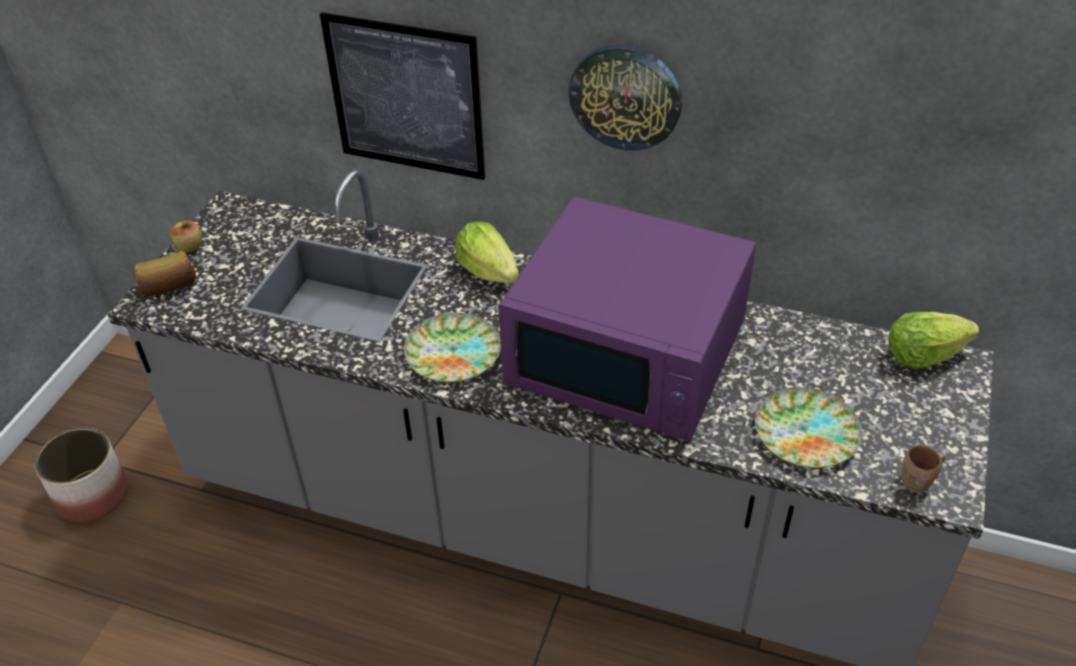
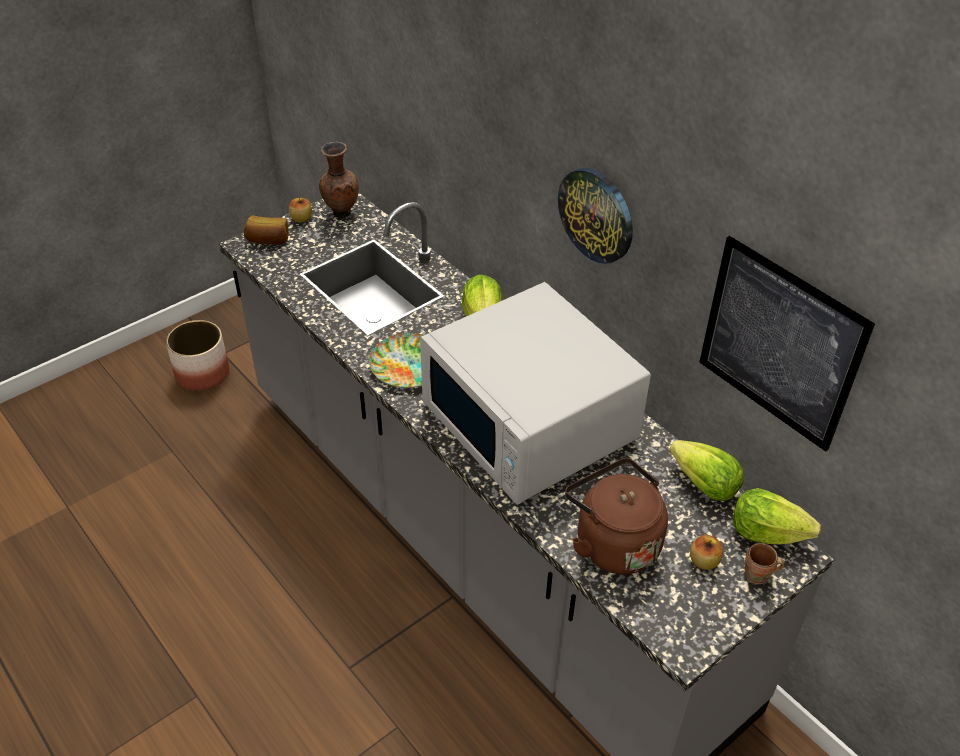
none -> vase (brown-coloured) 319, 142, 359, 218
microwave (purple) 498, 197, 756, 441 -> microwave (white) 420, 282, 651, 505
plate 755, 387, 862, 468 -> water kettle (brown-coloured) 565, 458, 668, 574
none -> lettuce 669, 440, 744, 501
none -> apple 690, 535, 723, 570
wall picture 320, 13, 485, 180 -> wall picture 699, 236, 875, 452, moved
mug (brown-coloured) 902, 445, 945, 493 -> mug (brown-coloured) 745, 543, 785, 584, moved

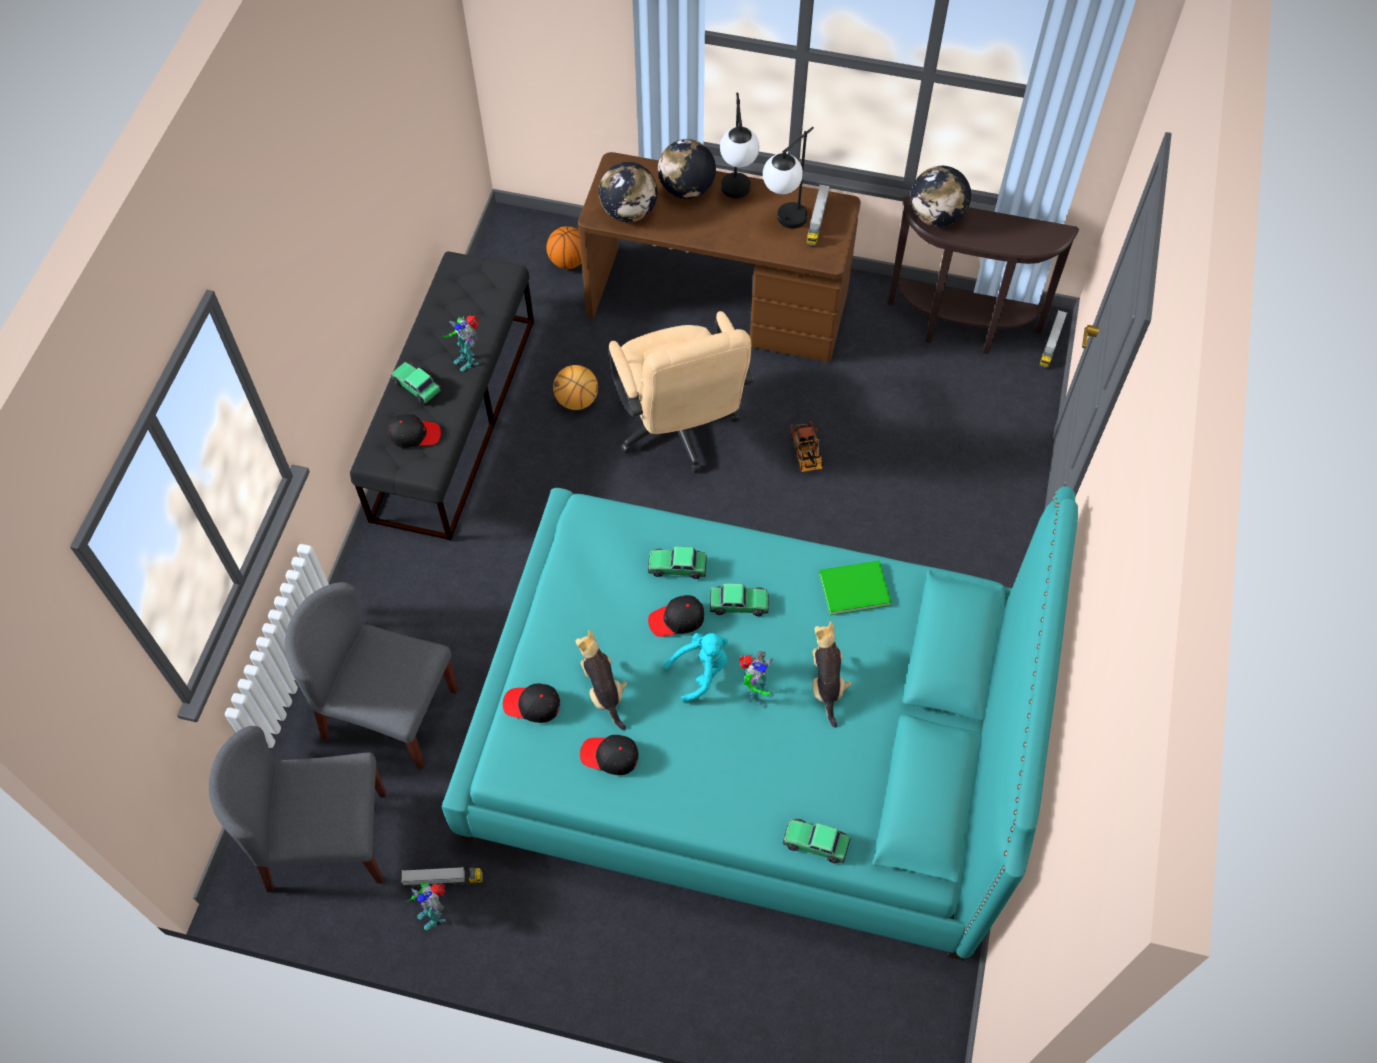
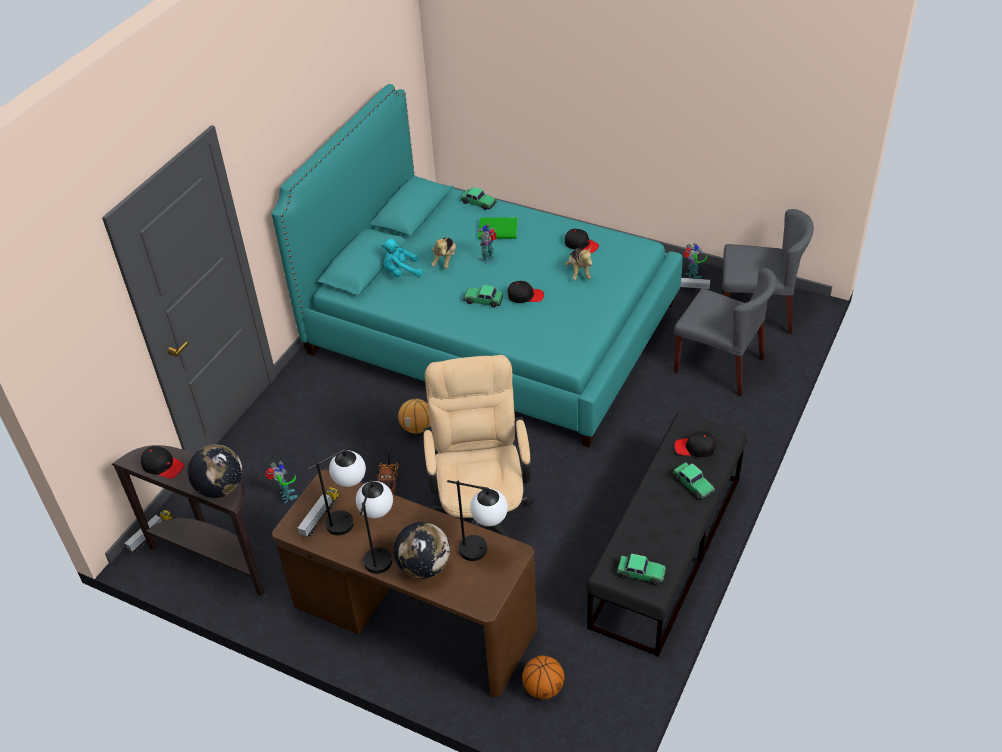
baseball cap (black-coloured) 503, 683, 560, 723 -> baseball cap (black-coloured) 141, 446, 184, 478, moved
model robot 443, 315, 479, 371 -> model robot 265, 460, 298, 503, moved
soft toy (turquoise) 663, 633, 728, 703 -> soft toy (turquoise) 381, 239, 423, 277, moved
ball for basketball 553, 365, 598, 410 -> ball for basketball 398, 399, 431, 433, moved
desk globe 599, 162, 657, 222 -> lamp for a table 447, 480, 508, 561
volume (green) 819, 561, 892, 615 -> volume (green) 478, 217, 518, 239, moved
model car 648, 546, 707, 579 -> model car 616, 554, 666, 585, moved

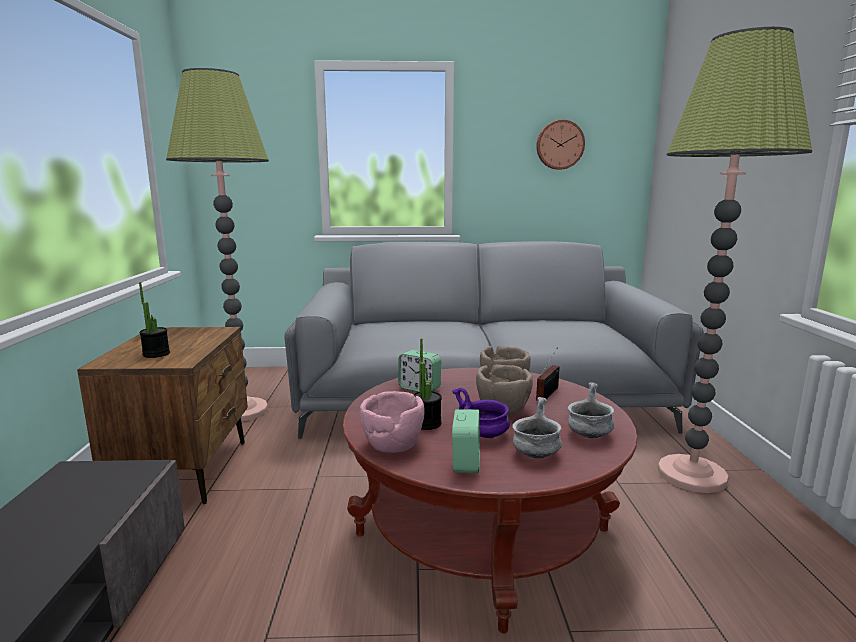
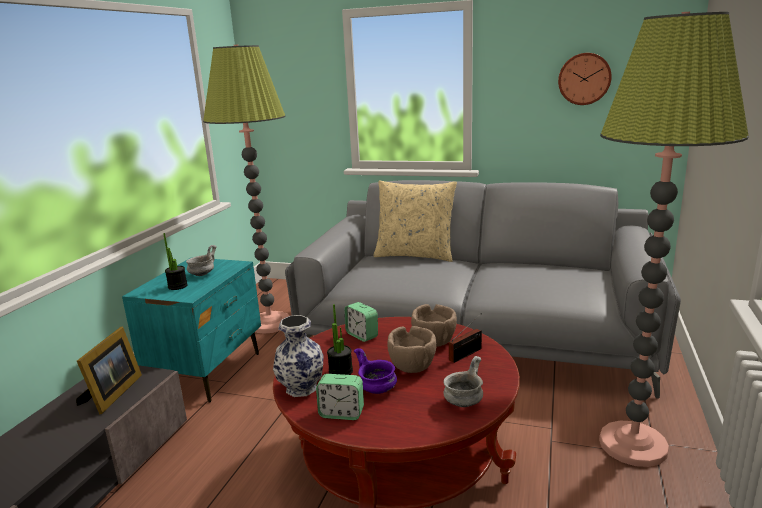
none -> picture frame 76, 327, 142, 414
nightstand (brown-coloured) 77, 327, 248, 504 -> nightstand (turquoise) 122, 257, 261, 403
serving bowl (greyish) 512, 397, 562, 459 -> serving bowl (greyish) 186, 245, 217, 276, moved
serving bowl (pink-coloured) 359, 391, 425, 453 -> vase 273, 315, 324, 397
alarm clock 452, 409, 480, 473 -> alarm clock 316, 374, 364, 420, 75 degrees clockwise
none -> throw pillow (beige-coloured) 373, 181, 457, 262

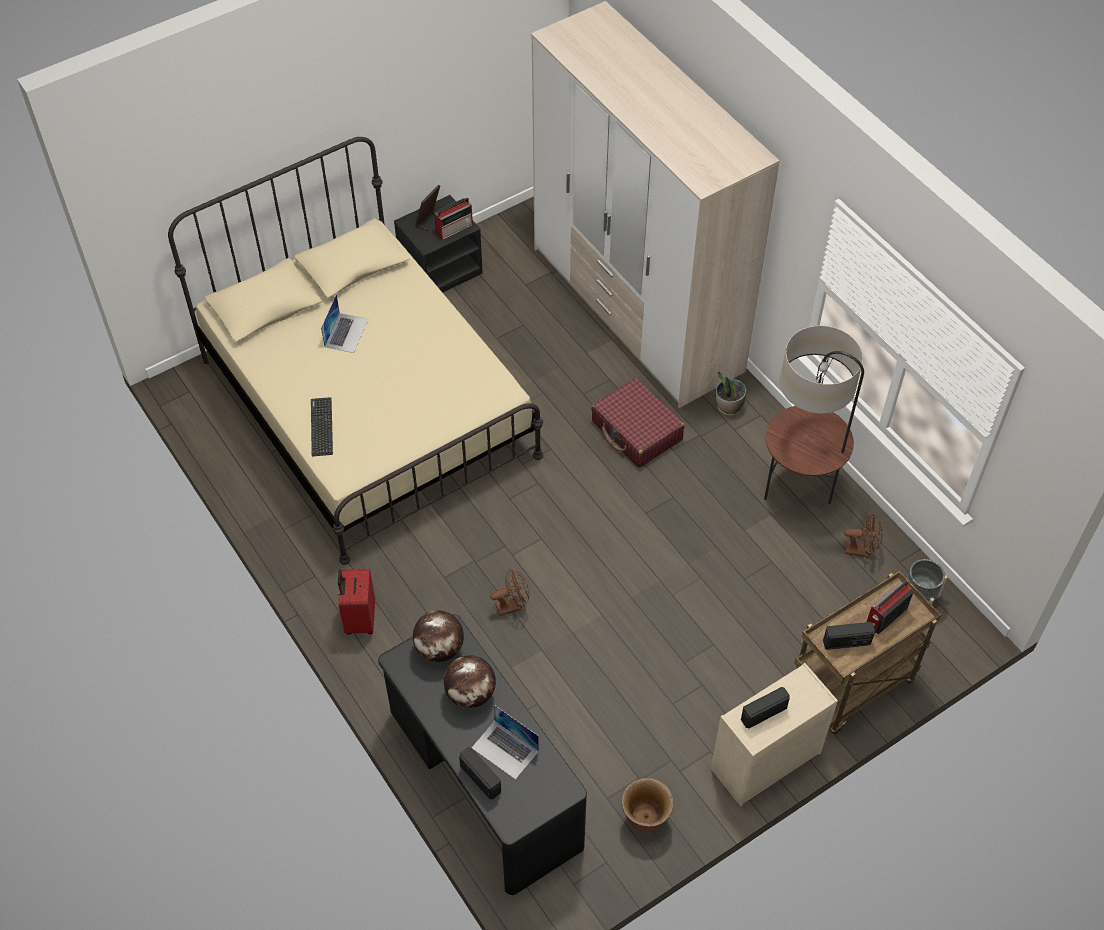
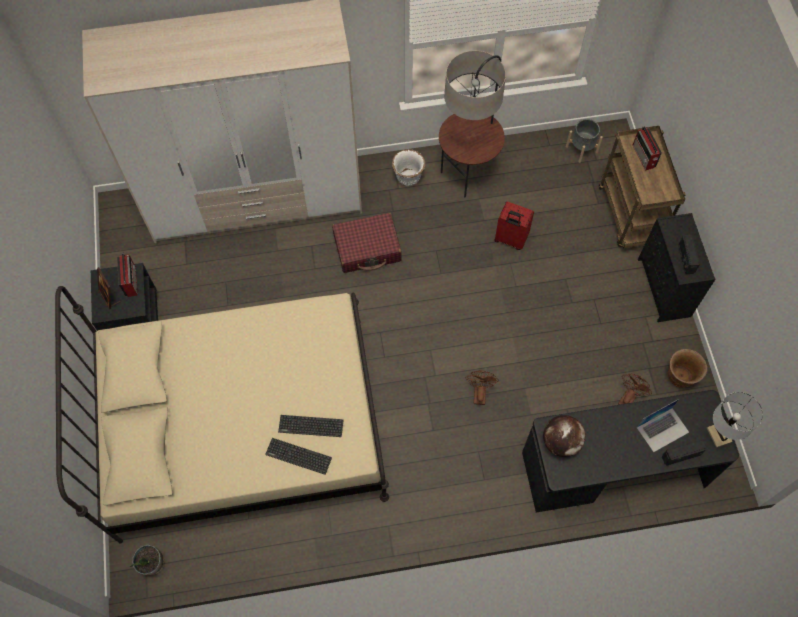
plant in a pot 716, 371, 746, 416 -> plant in a pot 130, 545, 164, 575, moved
none -> computer keyboard 278, 415, 344, 437
none -> flower pot (white) 392, 149, 425, 186
piece of luggage (red) 338, 570, 375, 635 -> piece of luggage (red) 495, 202, 534, 250, moved
cooling fan (brown-coloured) 844, 514, 883, 558 -> cooling fan (brown-coloured) 618, 374, 652, 405, moved
drawer chest (beige-coloured) 711, 663, 838, 806 -> drawer chest (black-coloured) 638, 213, 716, 322
none -> lamp for a table (white) 707, 392, 763, 448
notebook computer 321, 294, 369, 353 -> none
desk globe 443, 655, 496, 708 -> none
radio 823, 622, 875, 650 -> none

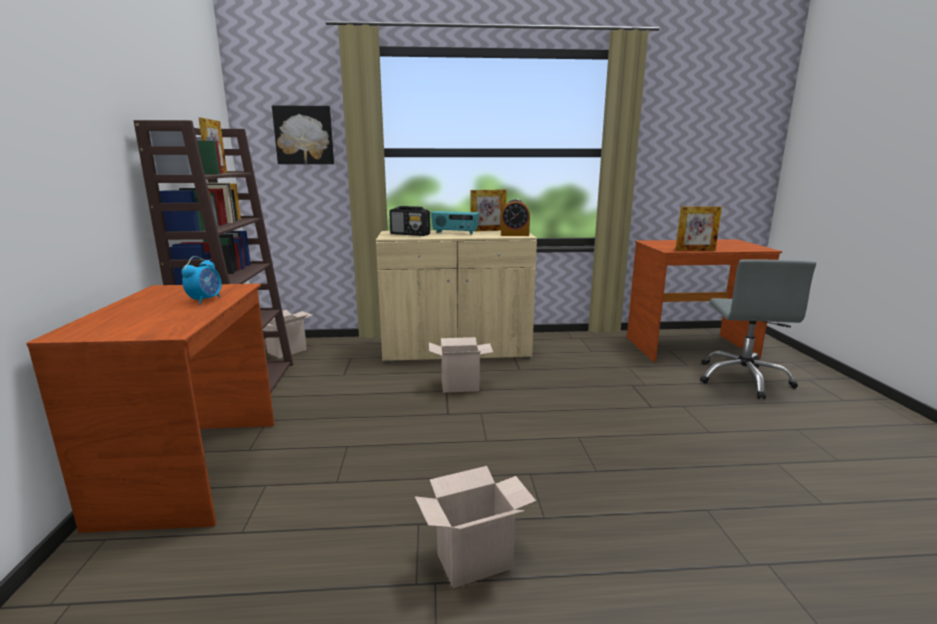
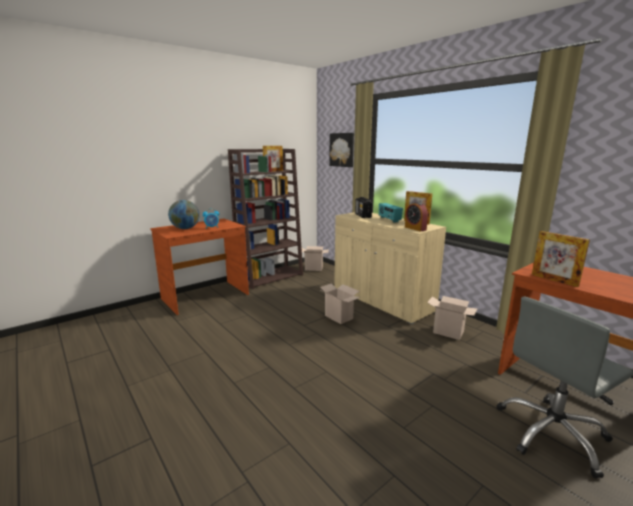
none -> desk globe 168, 200, 199, 229
cardboard box 415, 466, 536, 588 -> cardboard box 427, 296, 477, 340, moved

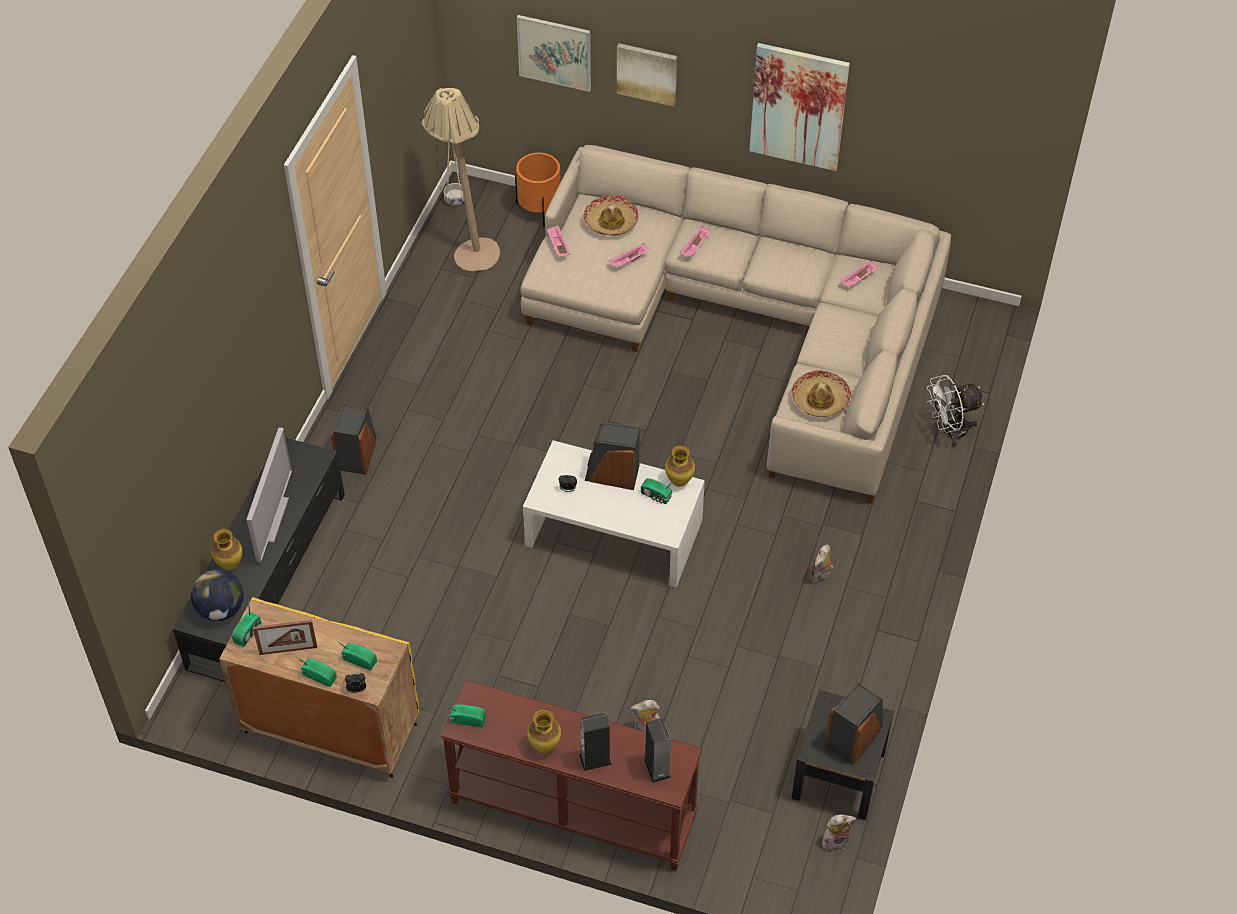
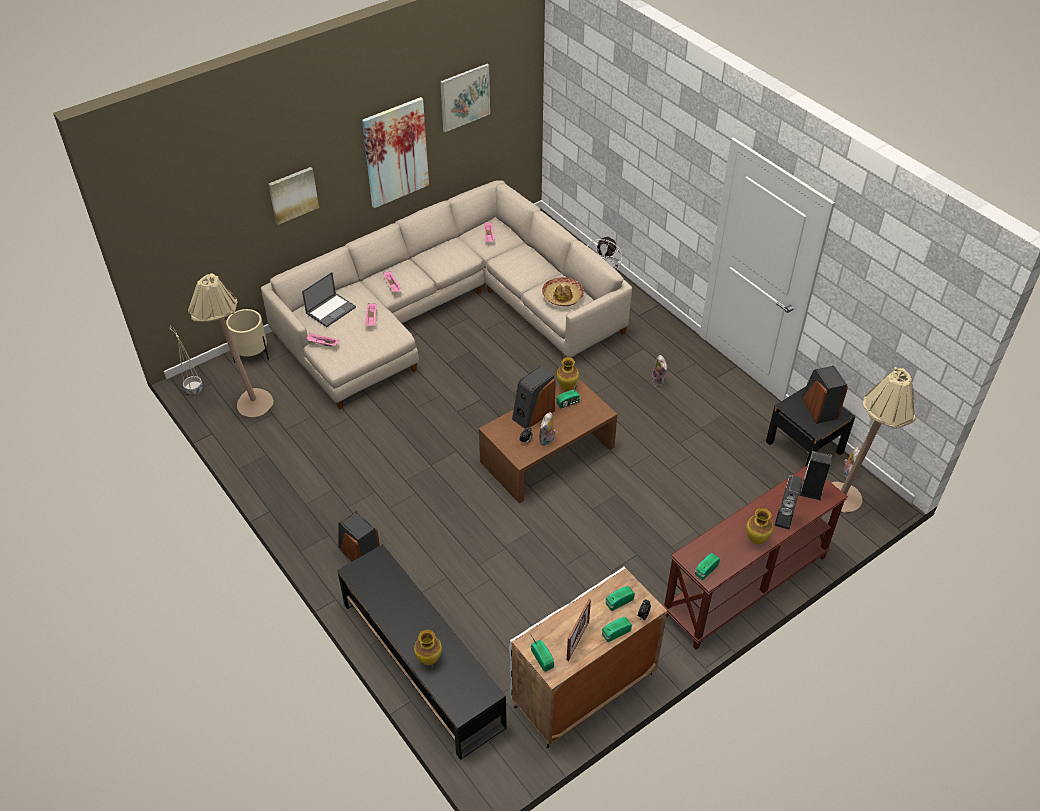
flower pot (orange-coloured) 515, 152, 561, 228 -> flower pot (beige-coloured) 226, 309, 269, 363
clothing hat 583, 195, 639, 236 -> notebook computer 302, 272, 356, 327
wall picture 517, 15, 591, 92 -> wall picture 440, 64, 490, 132, moved
coffee table (white) 523, 440, 705, 588 -> coffee table (brown-coloured) 479, 378, 618, 504
cabinet (yellow-coloured) 219, 597, 419, 778 -> cabinet (white) 509, 567, 667, 748
soft toy 630, 700, 660, 732 -> soft toy 539, 412, 556, 446, moved
none -> standard lamp (beige-coloured) 832, 367, 916, 513
desk globe 191, 569, 244, 621 -> none
TV set 246, 427, 292, 562 -> none

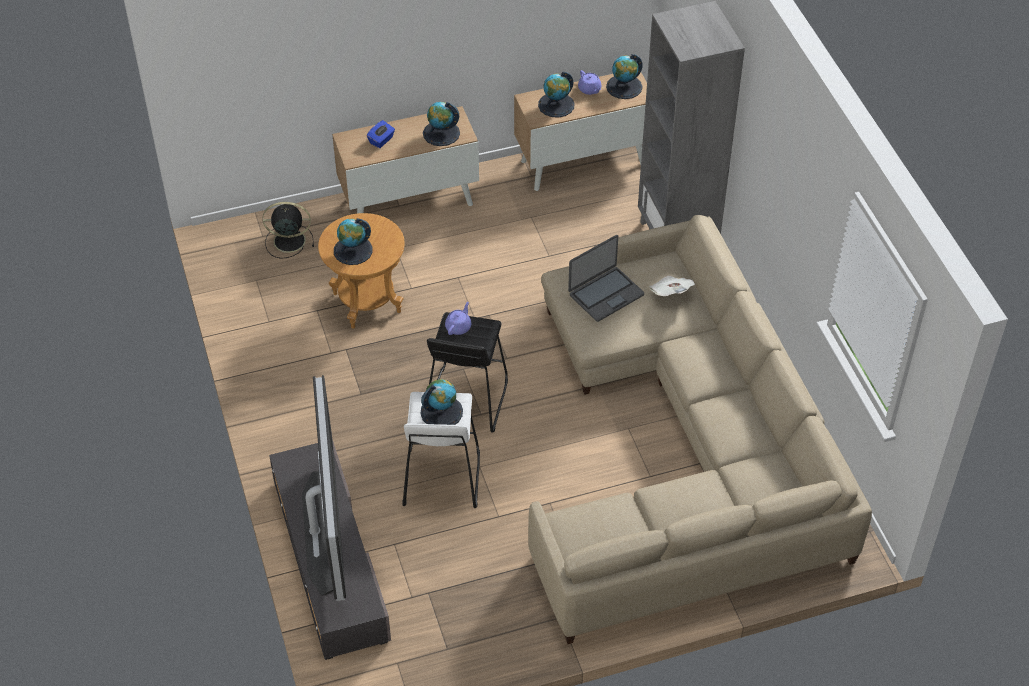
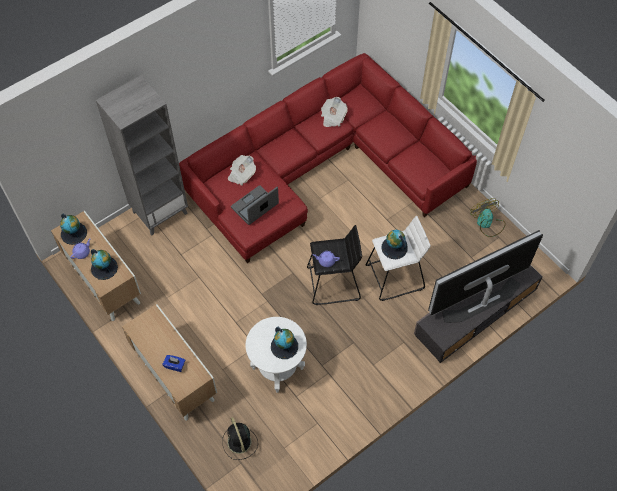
settee (beige-coloured) 528, 215, 872, 644 -> settee (red) 179, 53, 477, 263
notebook computer 568, 235, 644, 322 -> notebook computer 231, 185, 279, 225, 75 degrees counterclockwise
side table (brown-coloured) 318, 213, 405, 329 -> side table (white) 246, 317, 307, 393
none -> daily paper 321, 97, 348, 127
none -> cooling fan 470, 198, 506, 237
desk globe 423, 102, 460, 146 -> none

